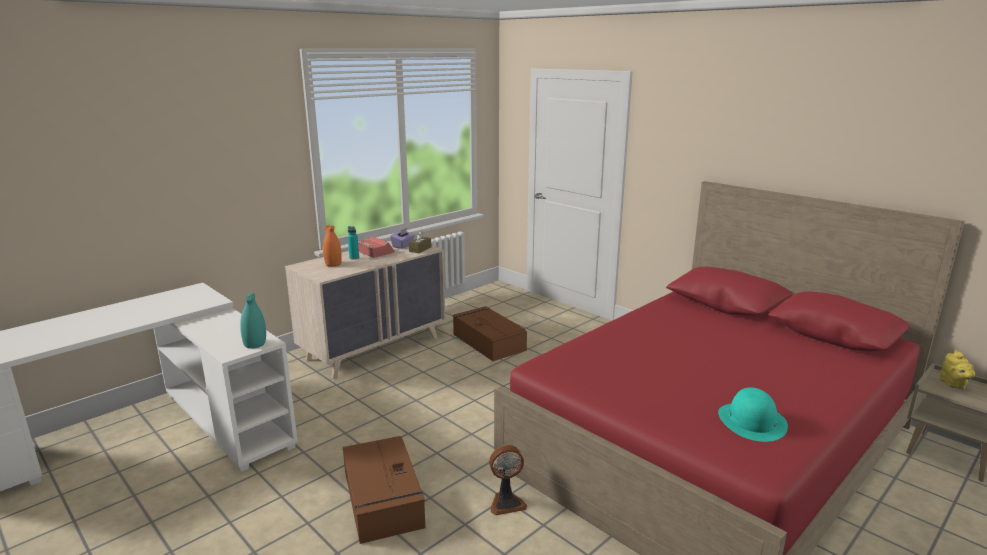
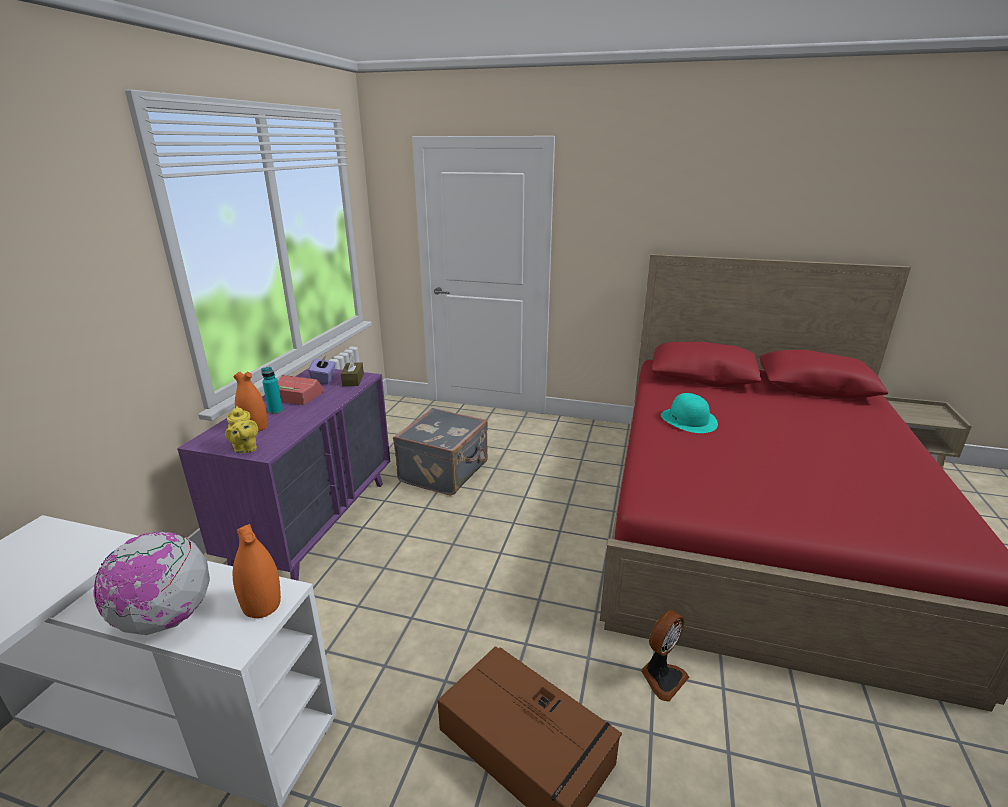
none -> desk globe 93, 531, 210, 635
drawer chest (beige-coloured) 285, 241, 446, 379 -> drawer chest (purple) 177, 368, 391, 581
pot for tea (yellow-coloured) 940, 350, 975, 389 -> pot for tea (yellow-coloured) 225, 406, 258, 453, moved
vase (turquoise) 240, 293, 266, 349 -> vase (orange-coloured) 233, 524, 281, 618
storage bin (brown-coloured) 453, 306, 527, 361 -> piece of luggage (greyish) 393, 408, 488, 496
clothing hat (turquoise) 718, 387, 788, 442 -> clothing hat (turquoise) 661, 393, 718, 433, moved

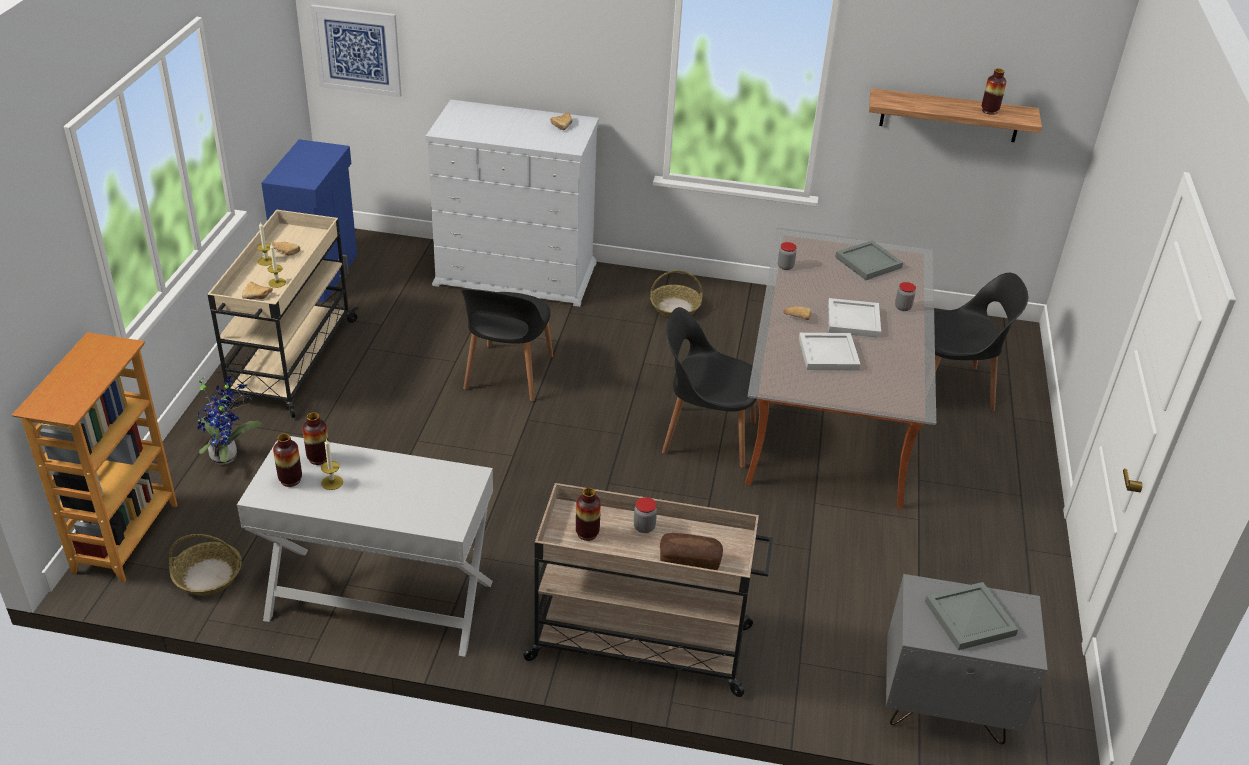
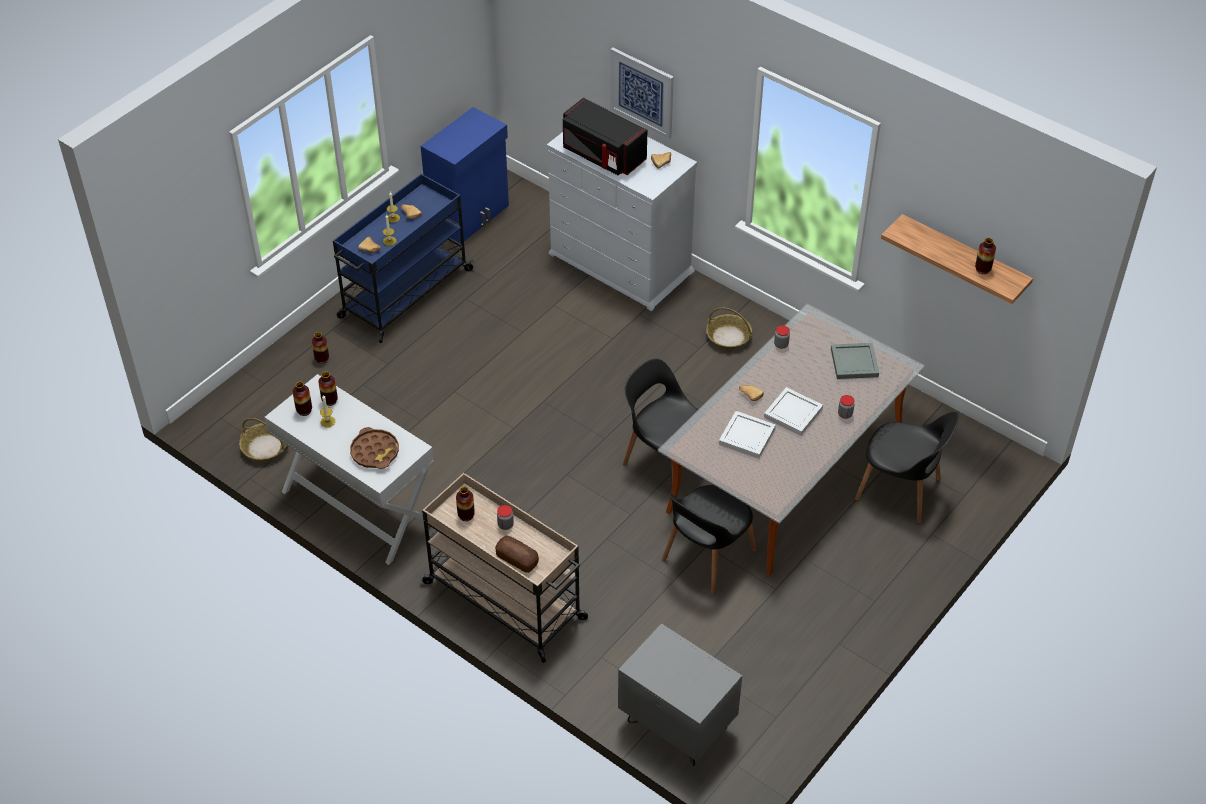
plant in a pot 197, 376, 261, 465 -> vase 312, 332, 329, 364
trolley (beige-coloured) 208, 210, 358, 418 -> trolley (bluish) 333, 174, 474, 343
none -> carrying tray (brown-coloured) 350, 427, 399, 469
none -> microwave (black-coloured) 563, 98, 647, 175
wall picture 311, 4, 401, 97 -> wall picture 610, 47, 674, 139, moved
chair (black-coloured) 462, 289, 553, 402 -> chair (black-coloured) 662, 485, 756, 594, moved
bookcase 12, 332, 177, 583 -> none
carrying tray (greyish) 925, 582, 1018, 650 -> none

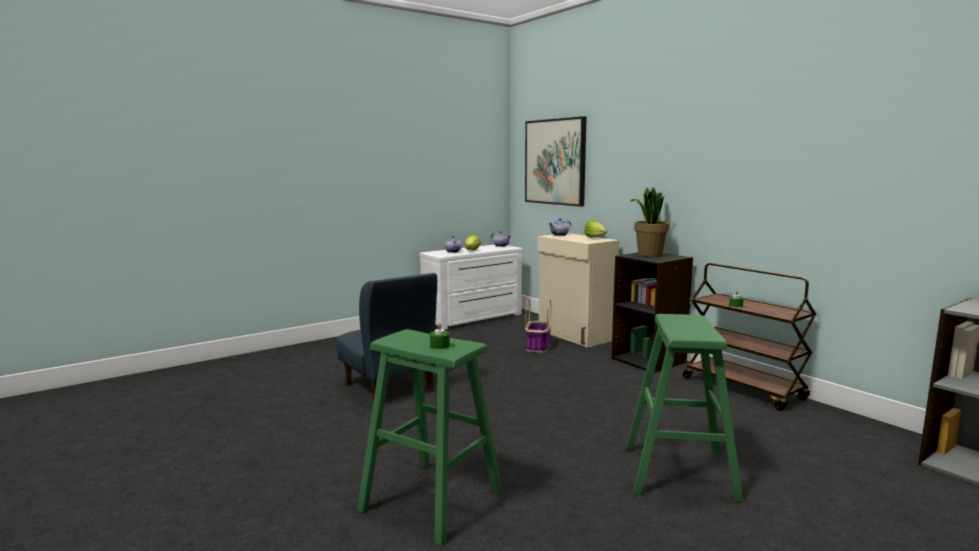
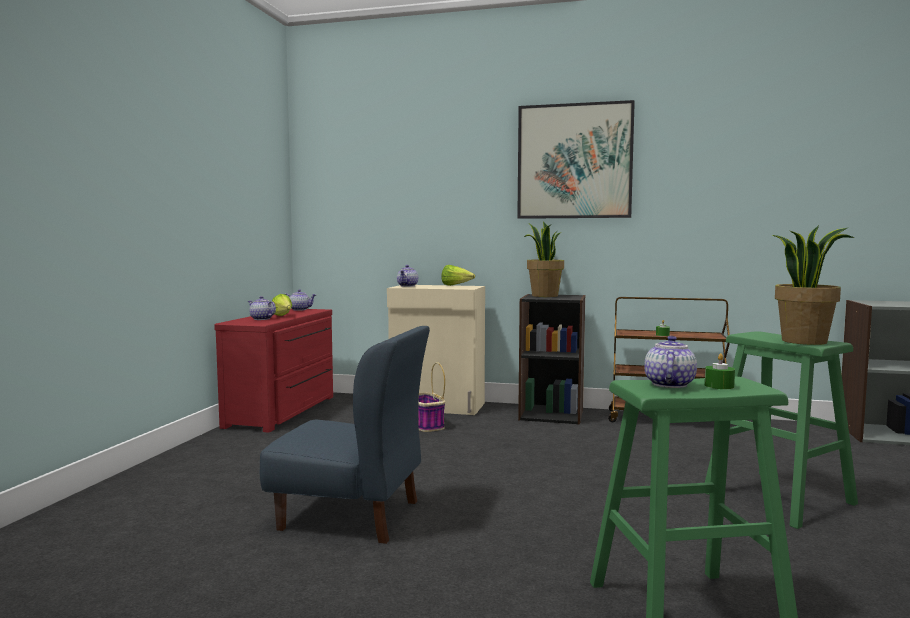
drawer chest (white) 420, 245, 522, 330 -> drawer chest (red) 214, 308, 333, 433
wall picture 525, 116, 587, 207 -> wall picture 517, 100, 635, 219, moved
none -> pot for tea 644, 336, 697, 388
none -> plant in a pot 773, 225, 854, 345

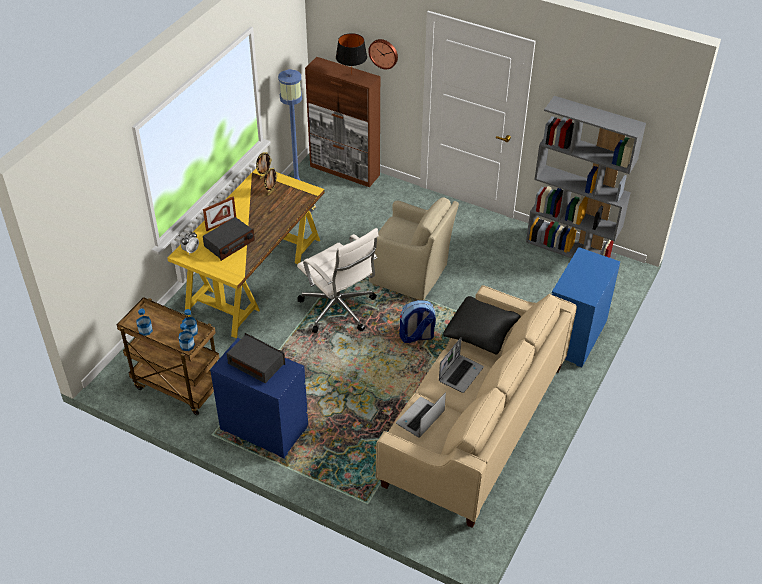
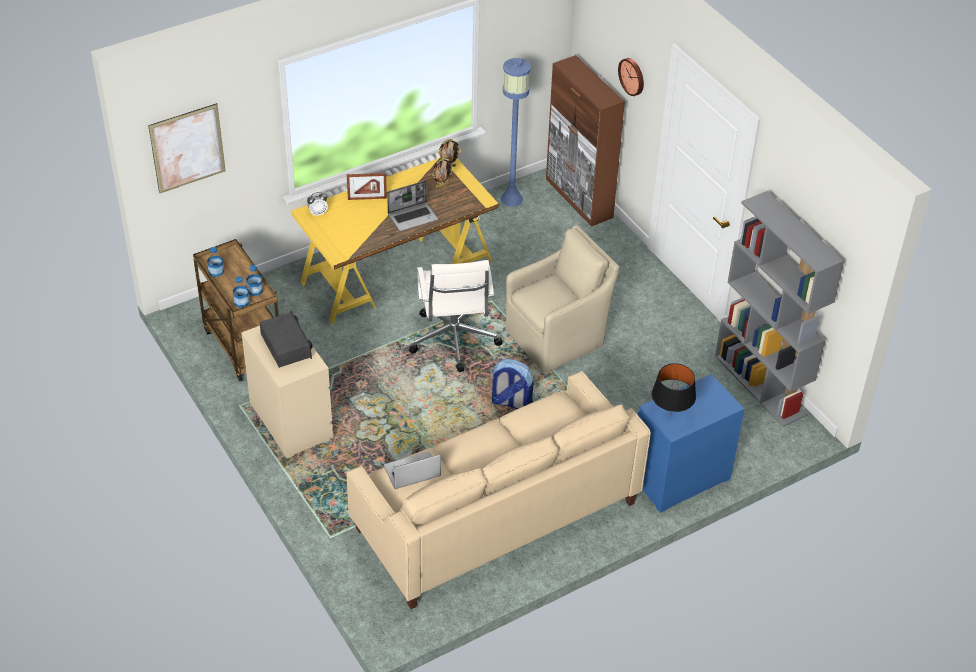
none -> wall picture 148, 103, 226, 193
drawer chest (bluish) 210, 338, 308, 458 -> drawer chest (beige-coloured) 241, 326, 333, 458
notebook computer 439, 337, 484, 393 -> notebook computer 387, 181, 438, 231, moved
lounge chair (beige-coloured) 369, 197, 459, 300 -> lounge chair (beige-coloured) 506, 225, 619, 372, 90 degrees counterclockwise
lamp for a table (black-coloured) 336, 33, 367, 71 -> lamp for a table (black-coloured) 652, 363, 696, 413, moved
radio 203, 217, 255, 261 -> none
throw pillow (black-coloured) 443, 296, 521, 355 -> none

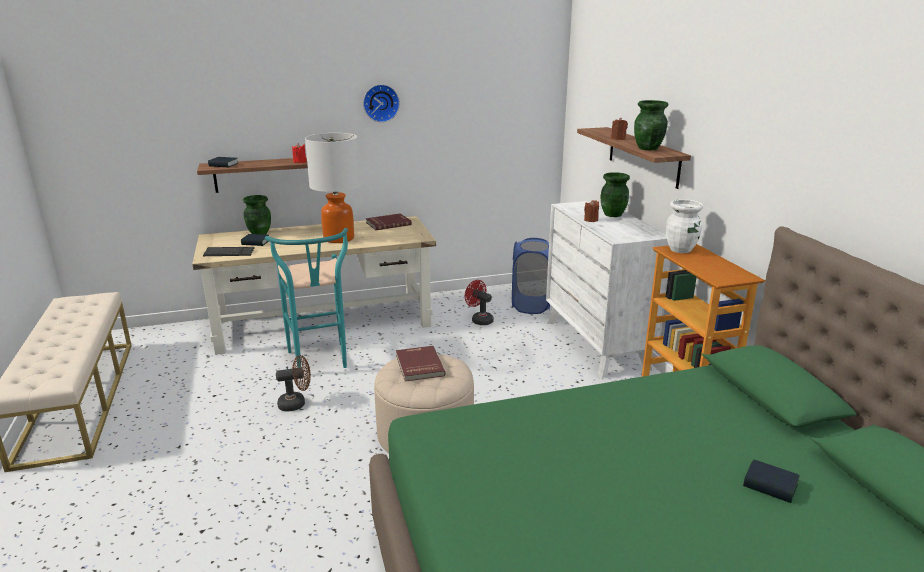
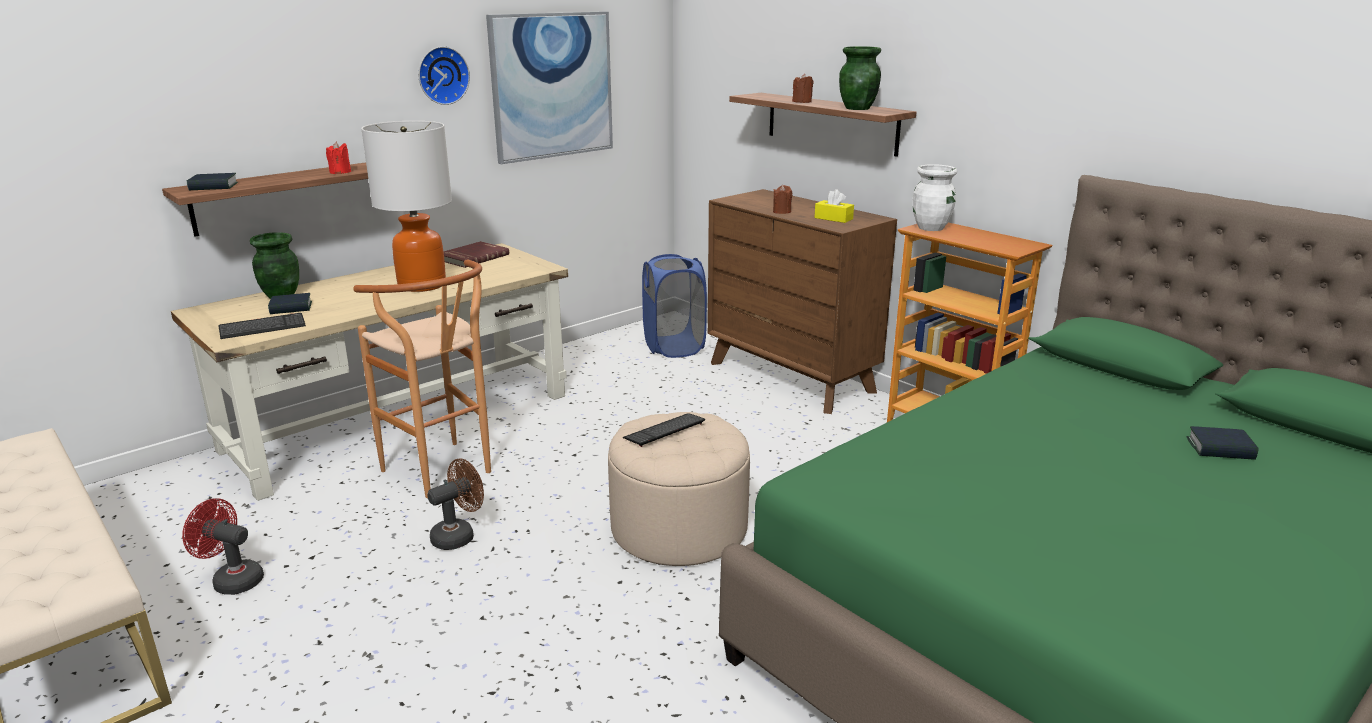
cooling fan (red) 465, 280, 494, 325 -> cooling fan (red) 182, 498, 264, 595, moved
stool (turquoise) 265, 228, 348, 368 -> stool (brown-coloured) 353, 260, 491, 498
none -> wall picture 486, 11, 613, 164
volume (red) 396, 346, 446, 382 -> computer keyboard 622, 413, 705, 447
drawer chest (white) 546, 200, 670, 379 -> drawer chest (brown-coloured) 708, 189, 897, 414
none -> tissue holder (yellow-coloured) 814, 189, 854, 223
vase (green) 601, 172, 630, 217 -> none

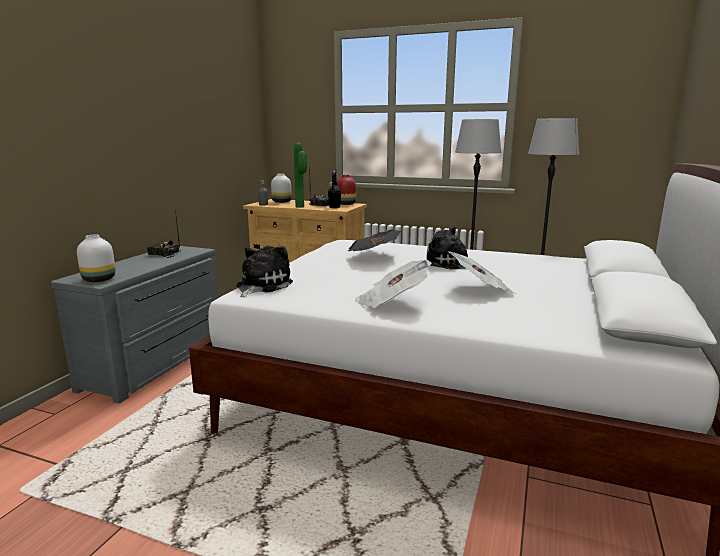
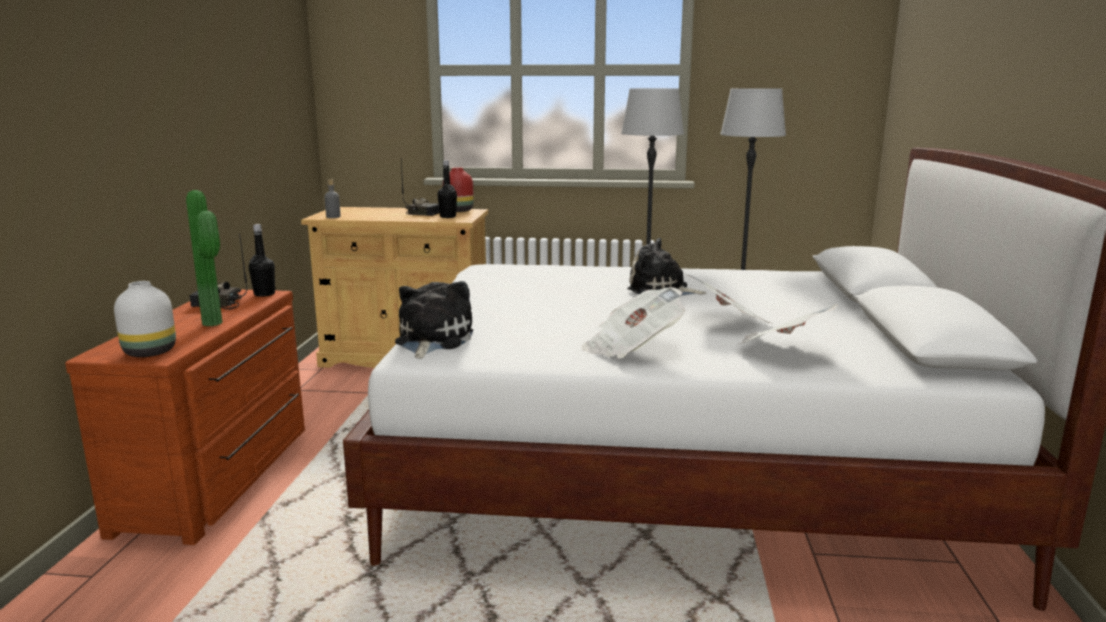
drawer chest (greyish) 51, 246, 218, 404 -> drawer chest (brown-coloured) 65, 290, 305, 545
plant in a pot 294, 143, 307, 208 -> plant in a pot 186, 190, 223, 326, moved
none -> drink bottle (black-coloured) 249, 224, 276, 297
daily paper 348, 229, 401, 251 -> daily paper 739, 304, 838, 344, moved
vase (white) 271, 173, 292, 203 -> none

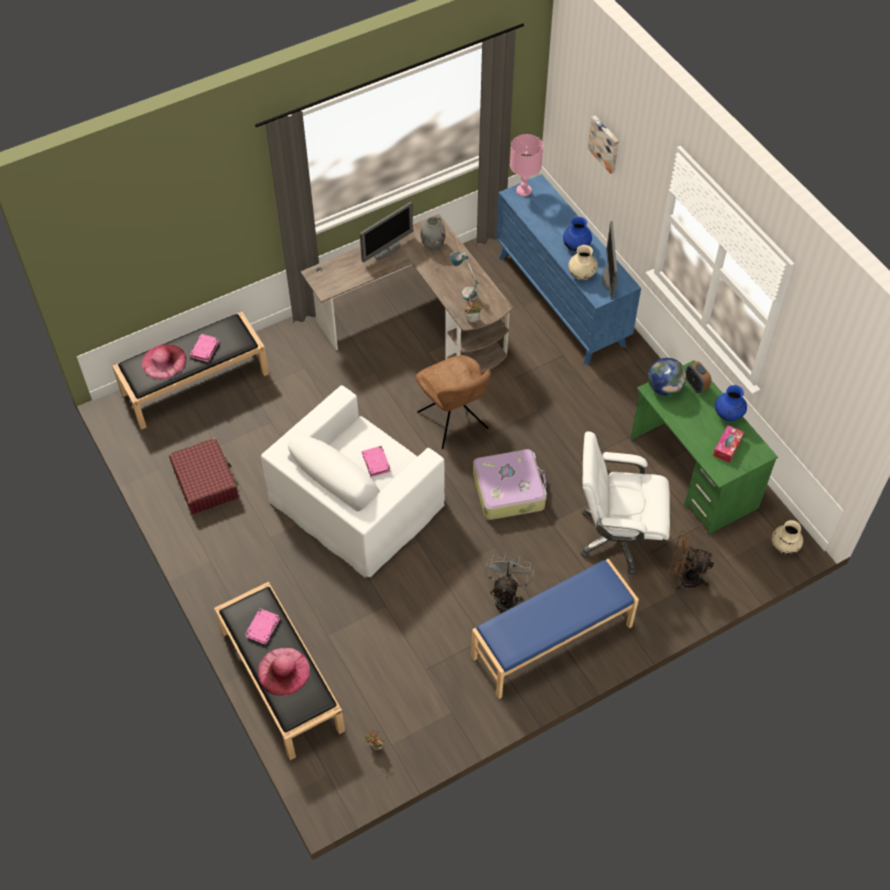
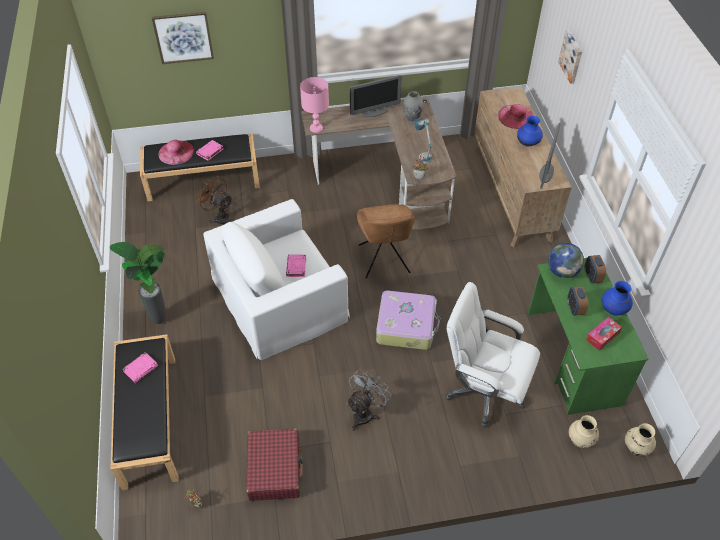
none -> plant in a pot 110, 242, 166, 324
none -> wall picture 152, 12, 214, 64
cooling fan (brown-coloured) 668, 531, 714, 591 -> cooling fan (brown-coloured) 195, 175, 232, 224, moved
piece of luggage (red) 169, 438, 238, 514 -> piece of luggage (red) 246, 428, 303, 501, moved
lamp for a table (pink-coloured) 510, 134, 543, 196 -> lamp for a table (pink-coloured) 300, 77, 329, 133, moved
drawer chest (bluish) 496, 174, 641, 366 -> drawer chest (brown-coloured) 474, 87, 572, 247
clothing hat (pink-coloured) 258, 648, 310, 696 -> clothing hat (pink-coloured) 498, 104, 534, 129, moved
none -> alarm clock 567, 286, 588, 316
vase (beige-coloured) 568, 245, 598, 280 -> vase (beige-coloured) 569, 415, 599, 448, moved
indoor bench (bluish) 471, 559, 639, 699 -> none

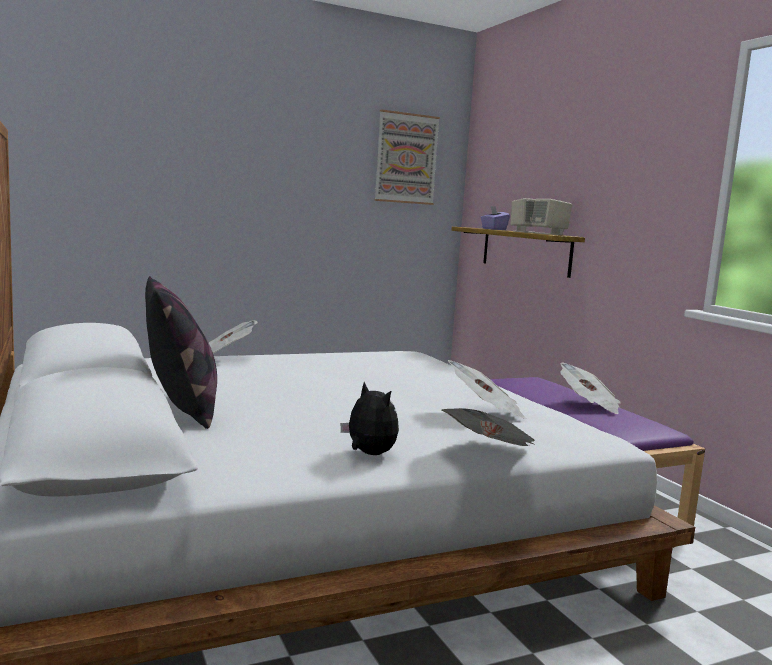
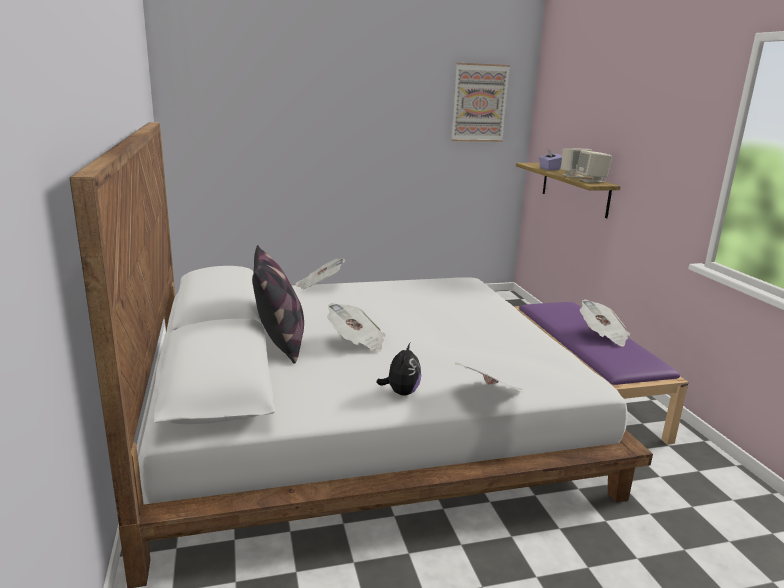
daily paper 448, 360, 526, 419 -> daily paper 327, 303, 385, 352, moved
soft toy 340, 382, 399, 455 -> soft toy 376, 343, 421, 396, 45 degrees clockwise

